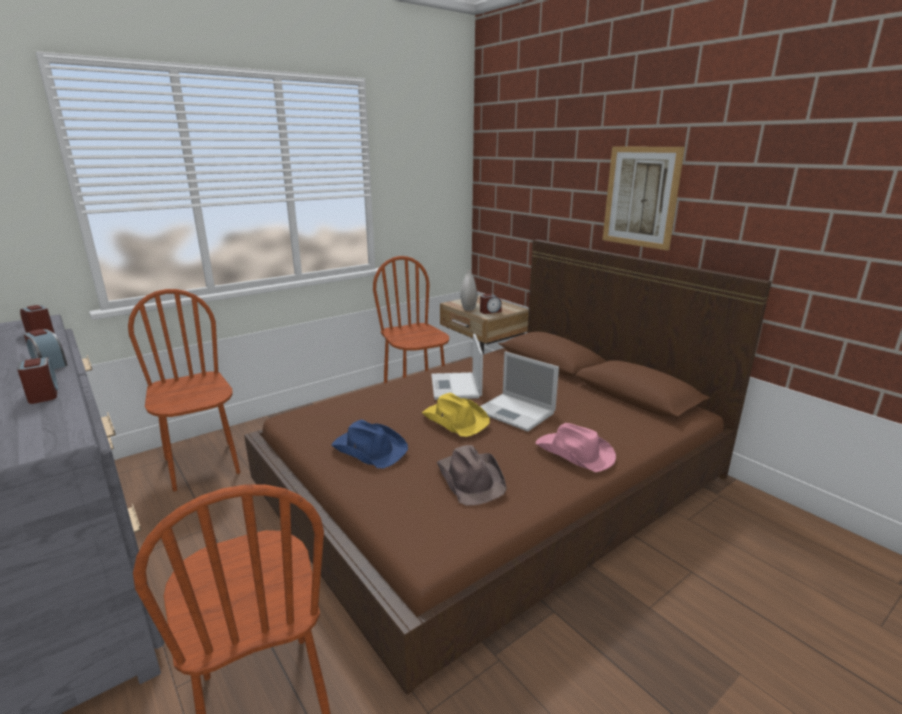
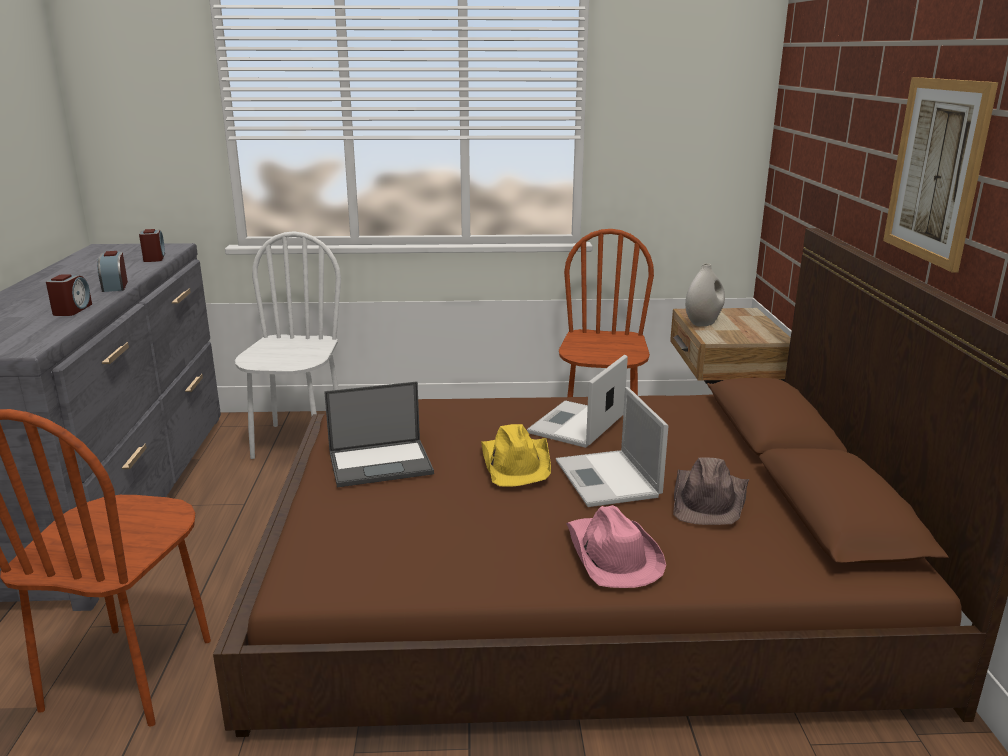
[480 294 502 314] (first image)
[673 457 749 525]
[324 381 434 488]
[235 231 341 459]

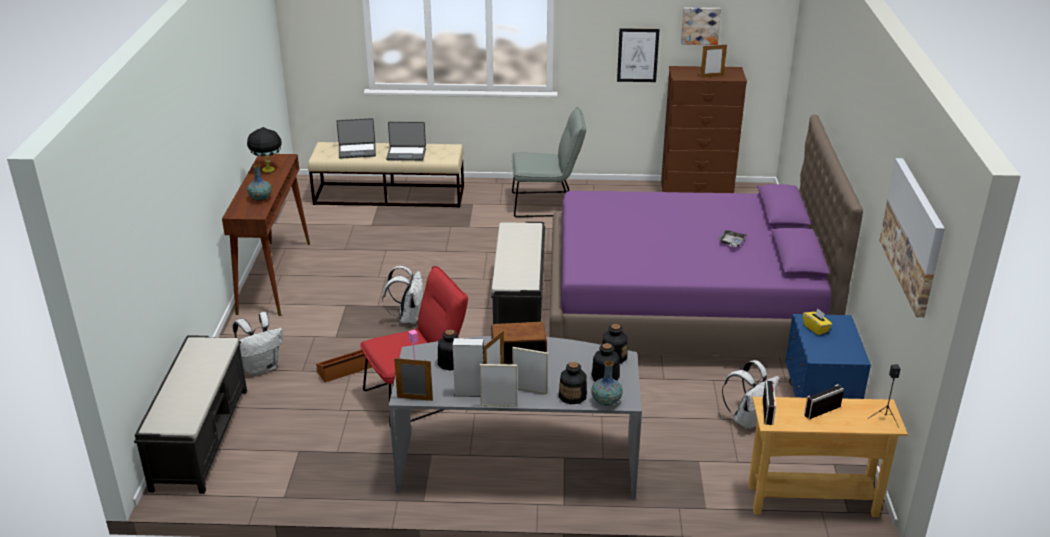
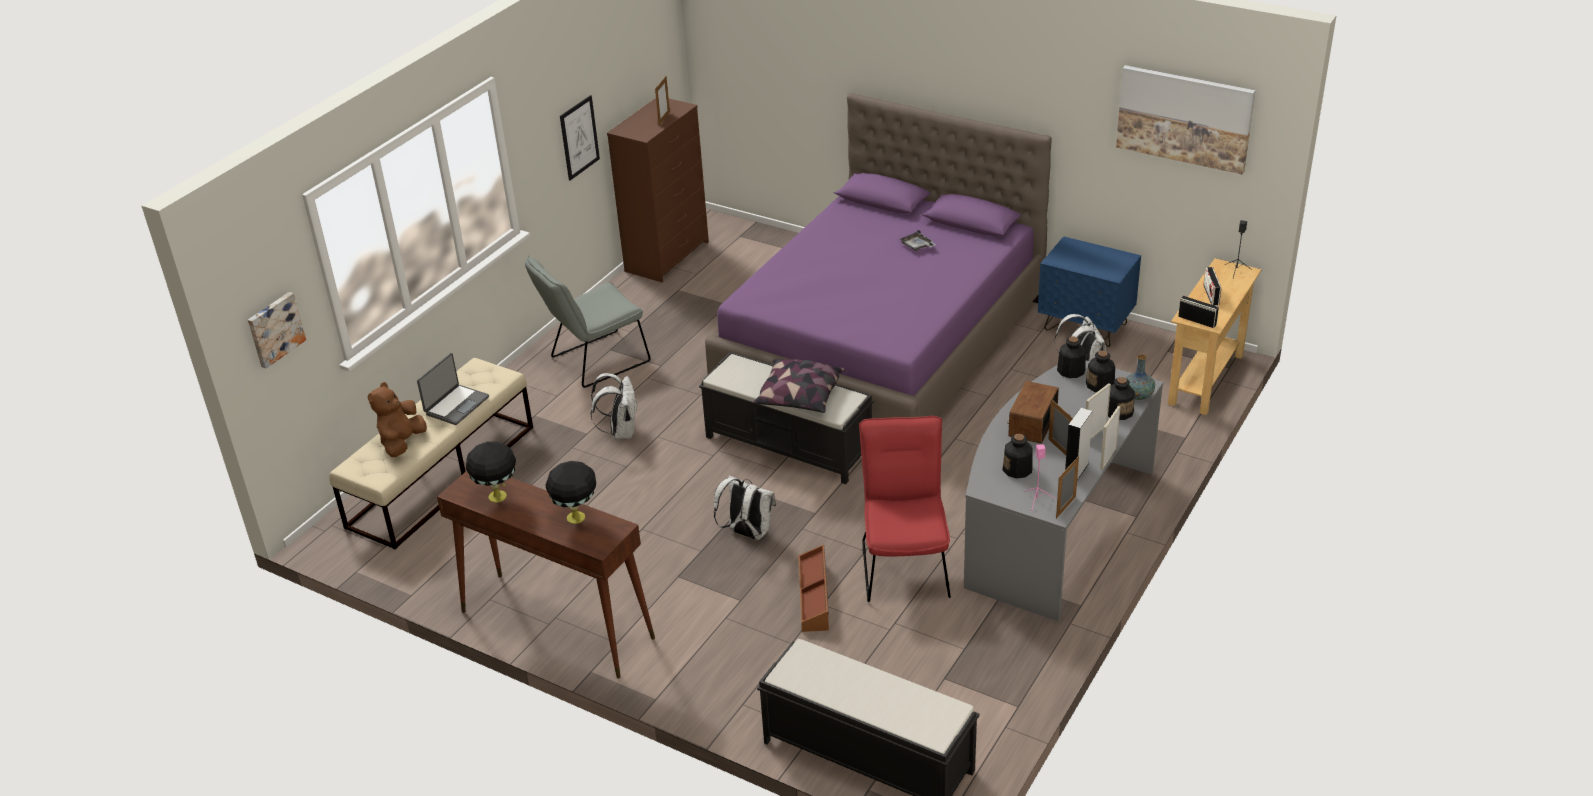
[803 308 832 335] (first image)
[753 359 845 413]
[590 373 638 440]
[248 292 306 369]
[546 461 596 524]
[368 382 427 457]
[525 256 651 388]

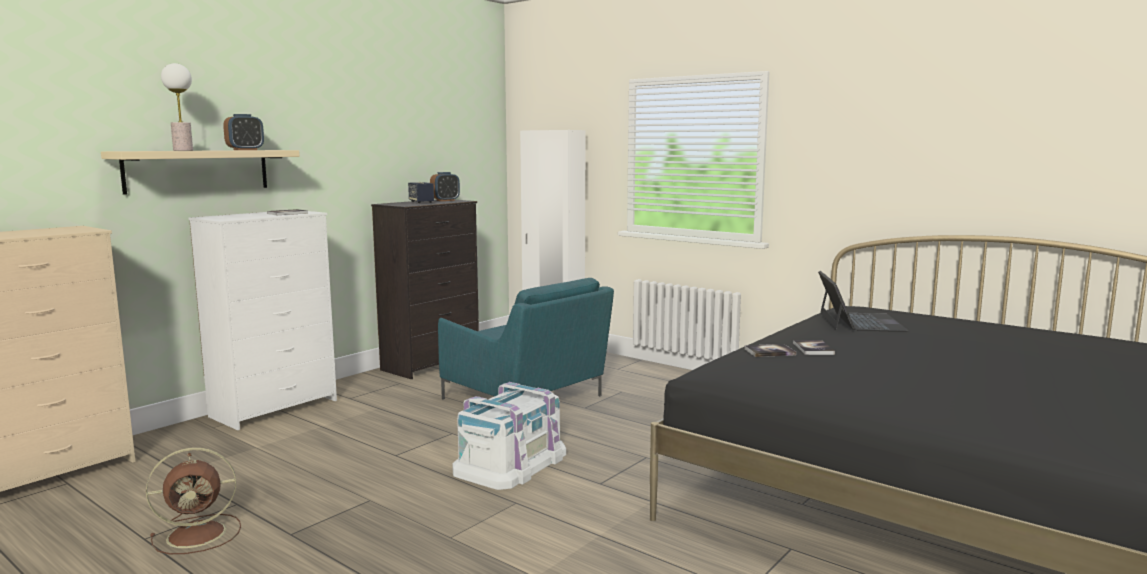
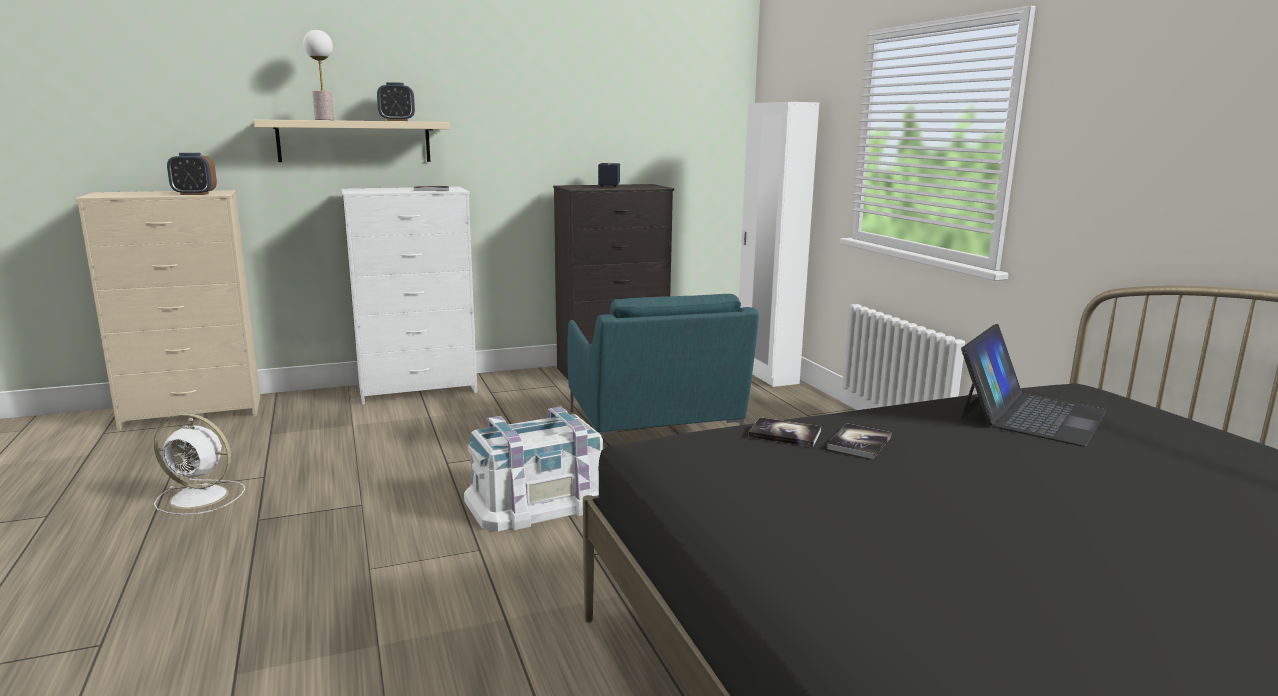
[167 153 217 195]
[154 413 245 515]

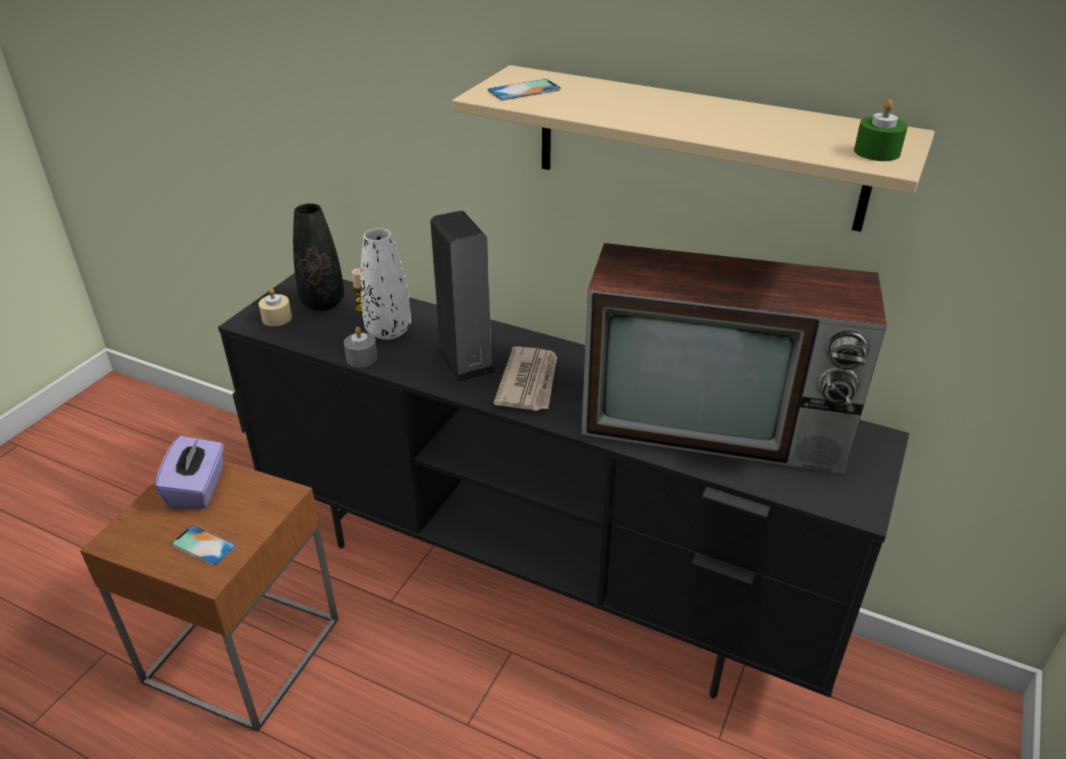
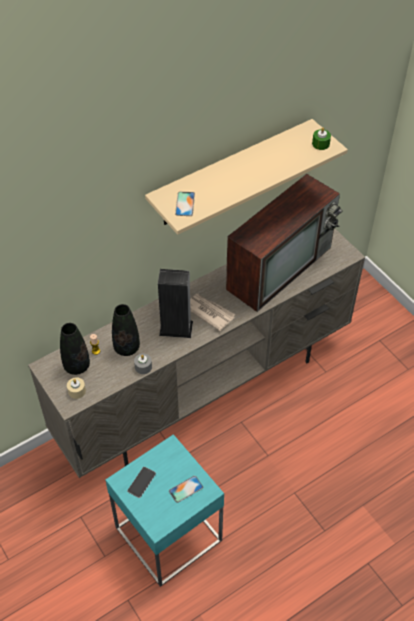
[127 467 156 498]
[106 434 224 587]
[28 229 365 478]
[112 304 140 356]

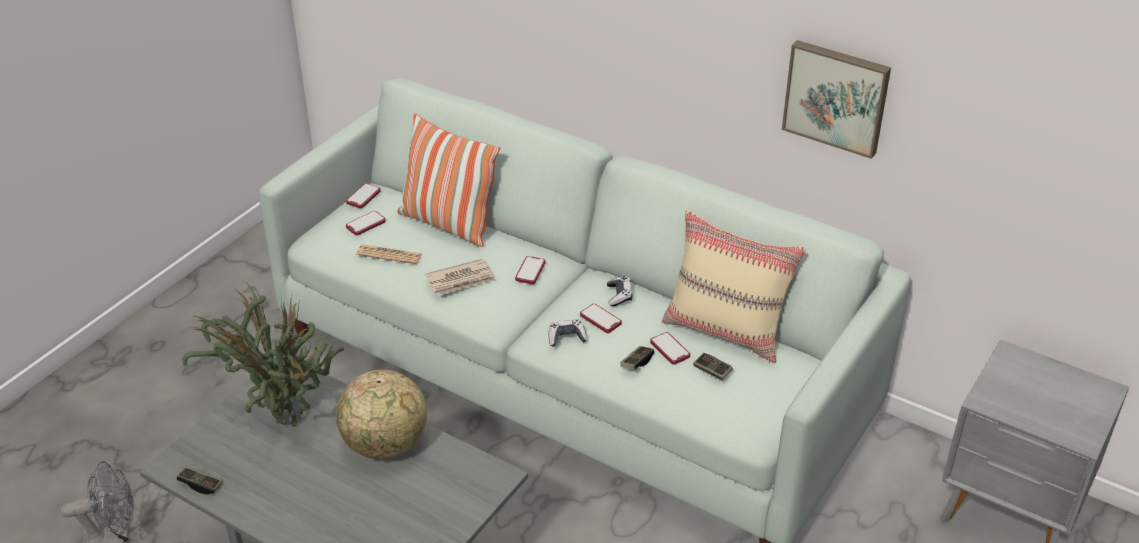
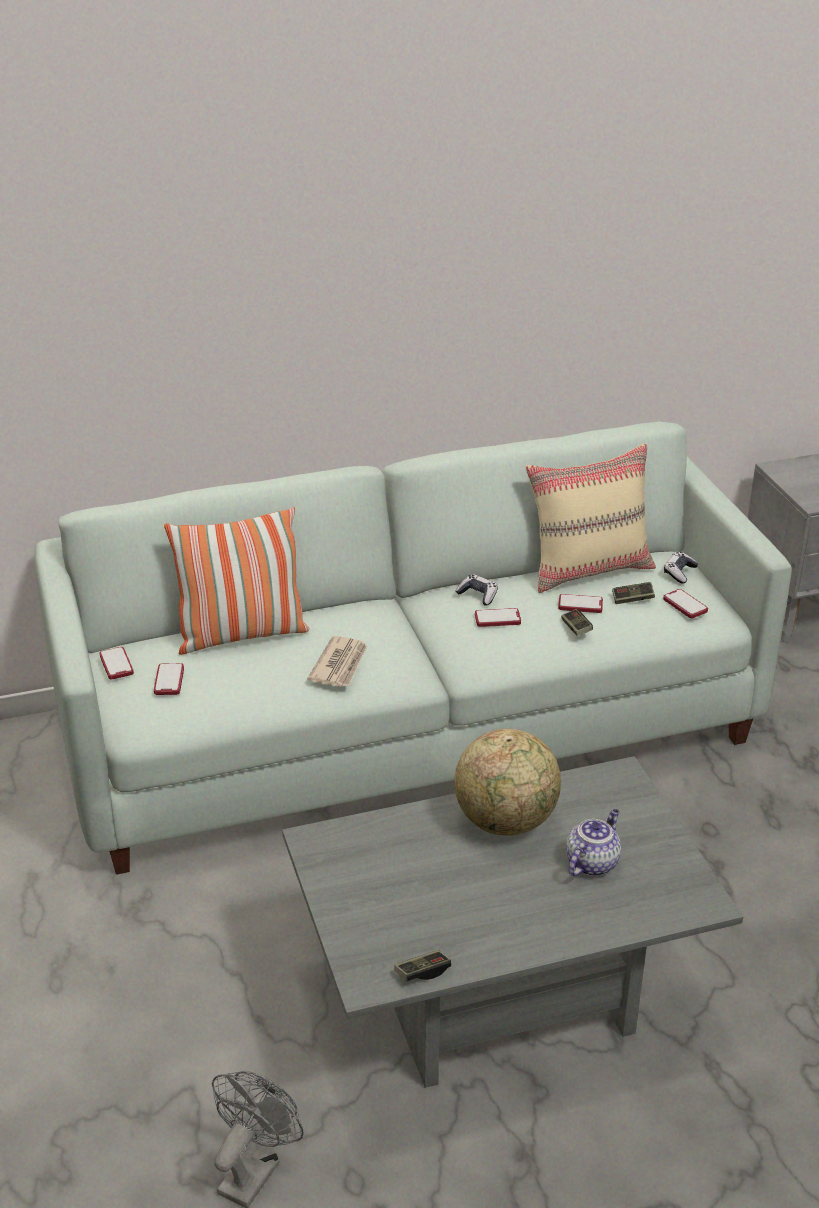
[182 281 344 427] (first image)
[356 244 422 264] (first image)
[782 40 891 159] (first image)
[566 809 621 876]
[663 589 708 618]
[664 552 698 583]

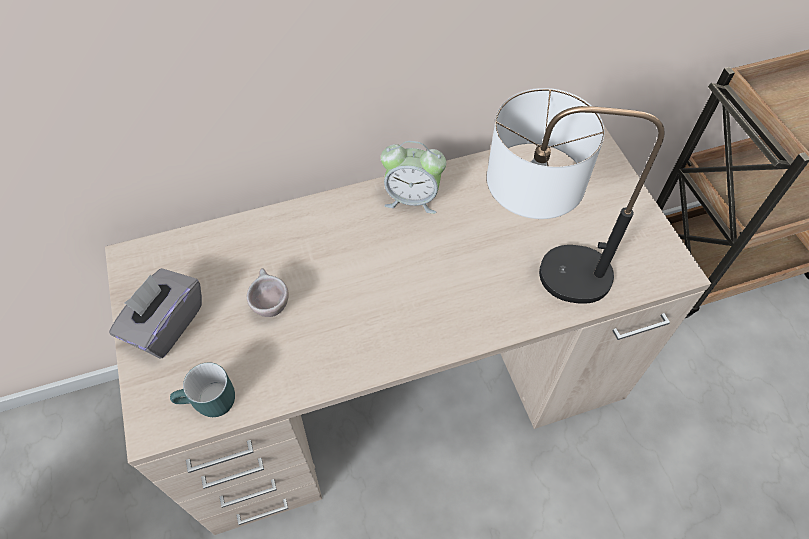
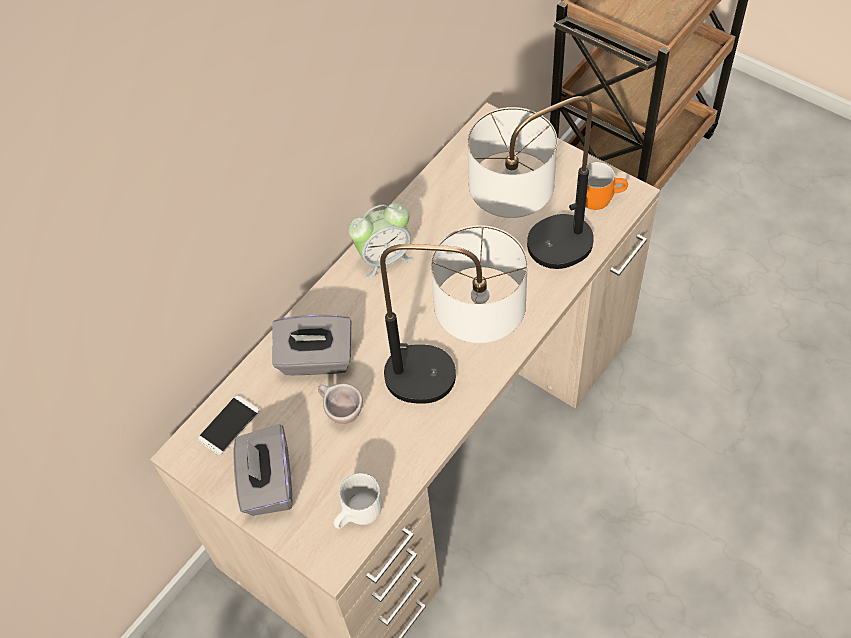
[198 395 259 455]
[272 315 351 376]
[380 225 528 404]
[585 162 628 210]
[334 473 382 529]

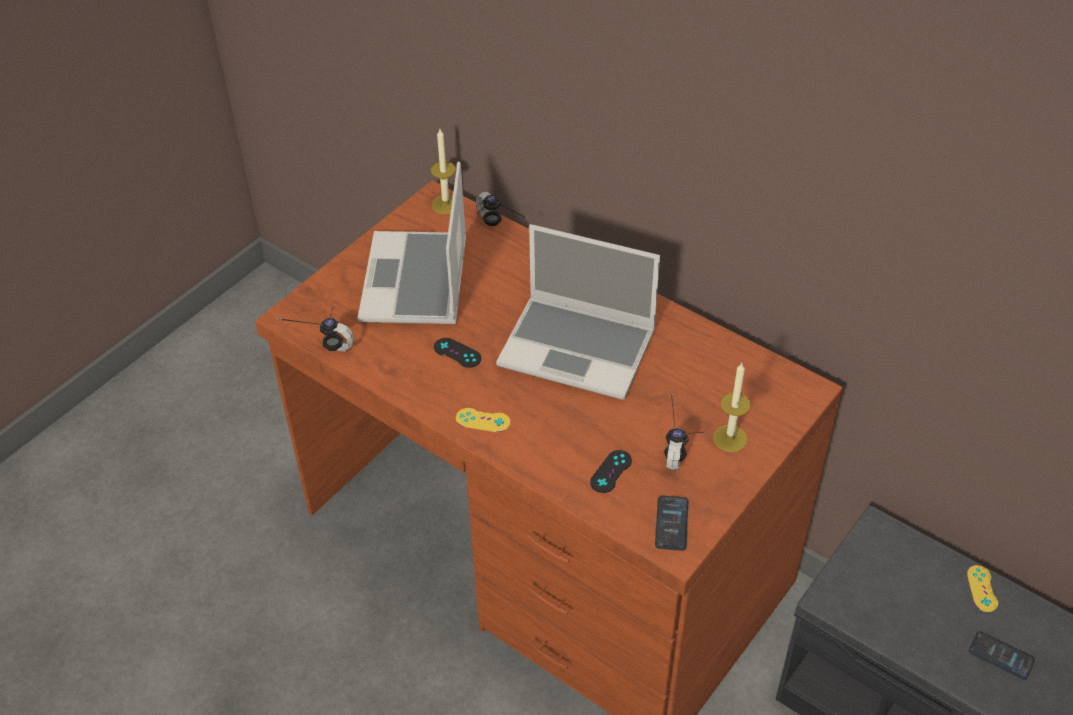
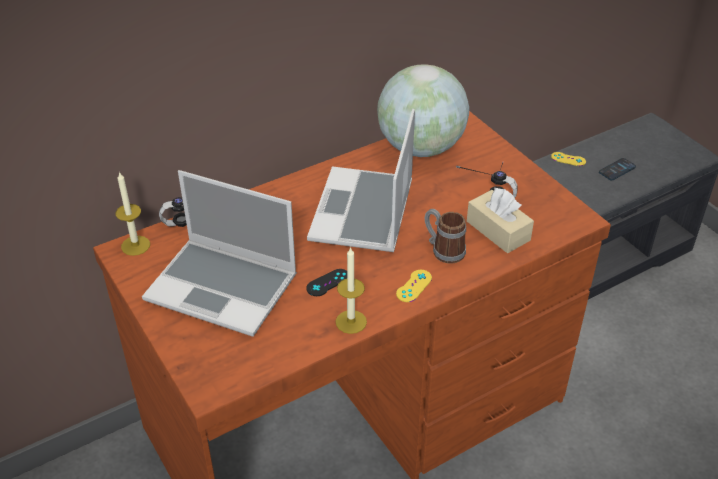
[277 304 354 352] (first image)
[655 495 688 551] (first image)
[377 64 469 157]
[425 209 466 264]
[336 247 367 334]
[467 188 534 253]
[307 109 415 252]

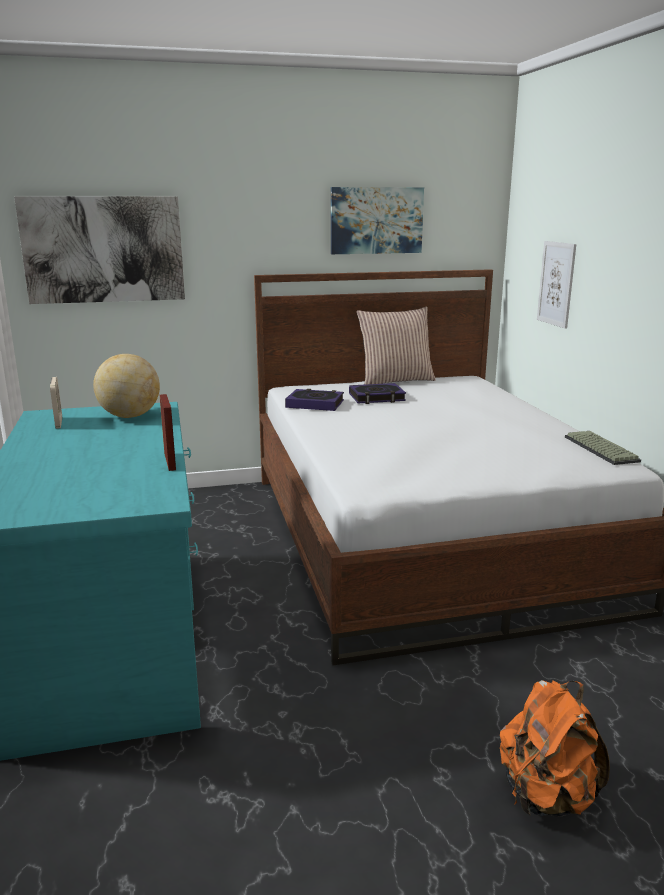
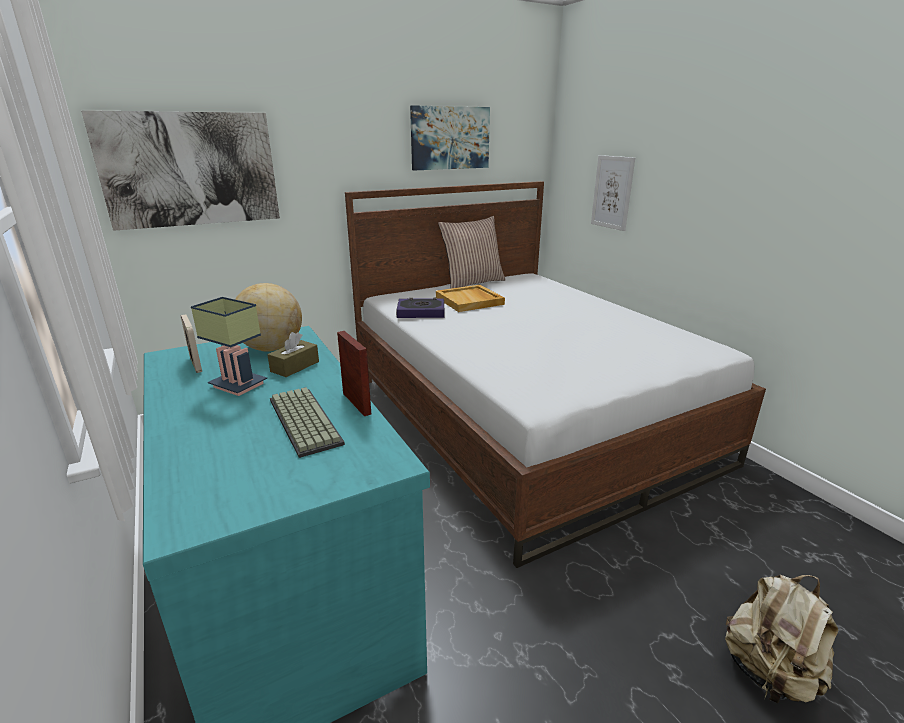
[191 297 267 396]
[267 332 319 377]
[270 387 345 458]
[436 285 505 312]
[725 574 838 704]

